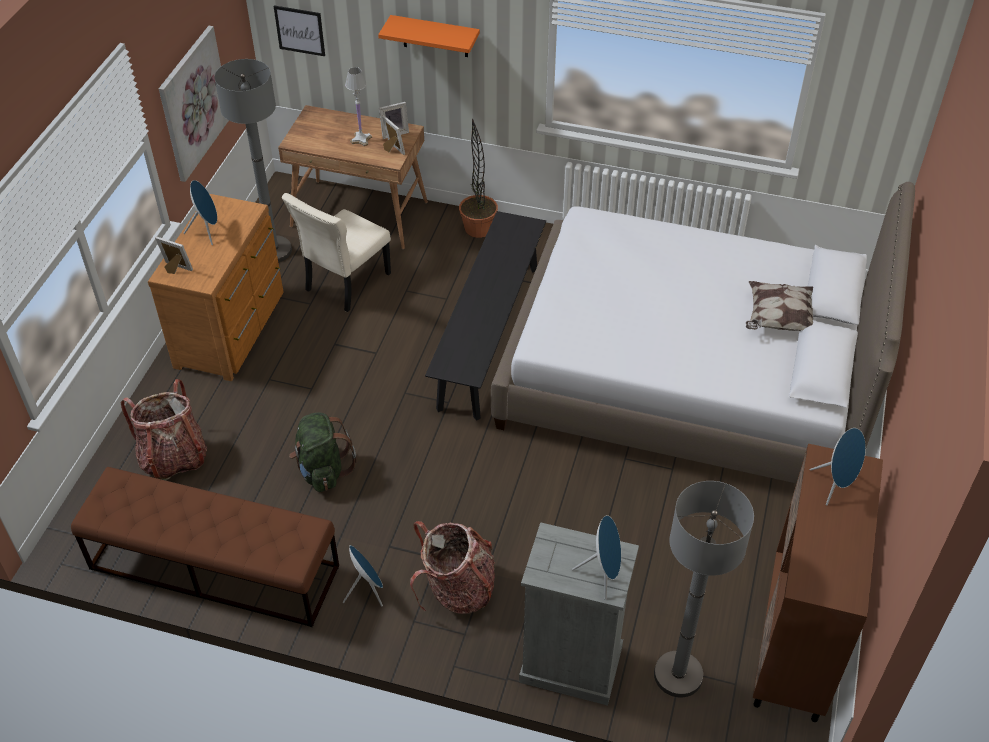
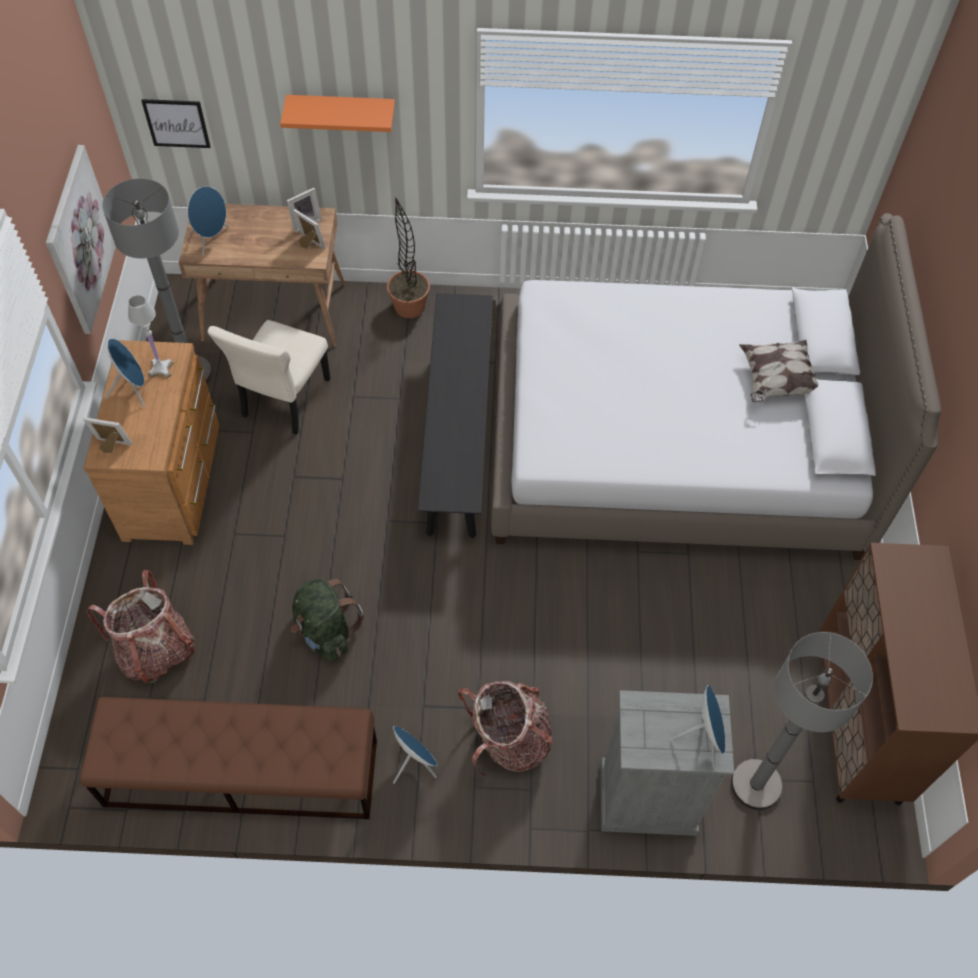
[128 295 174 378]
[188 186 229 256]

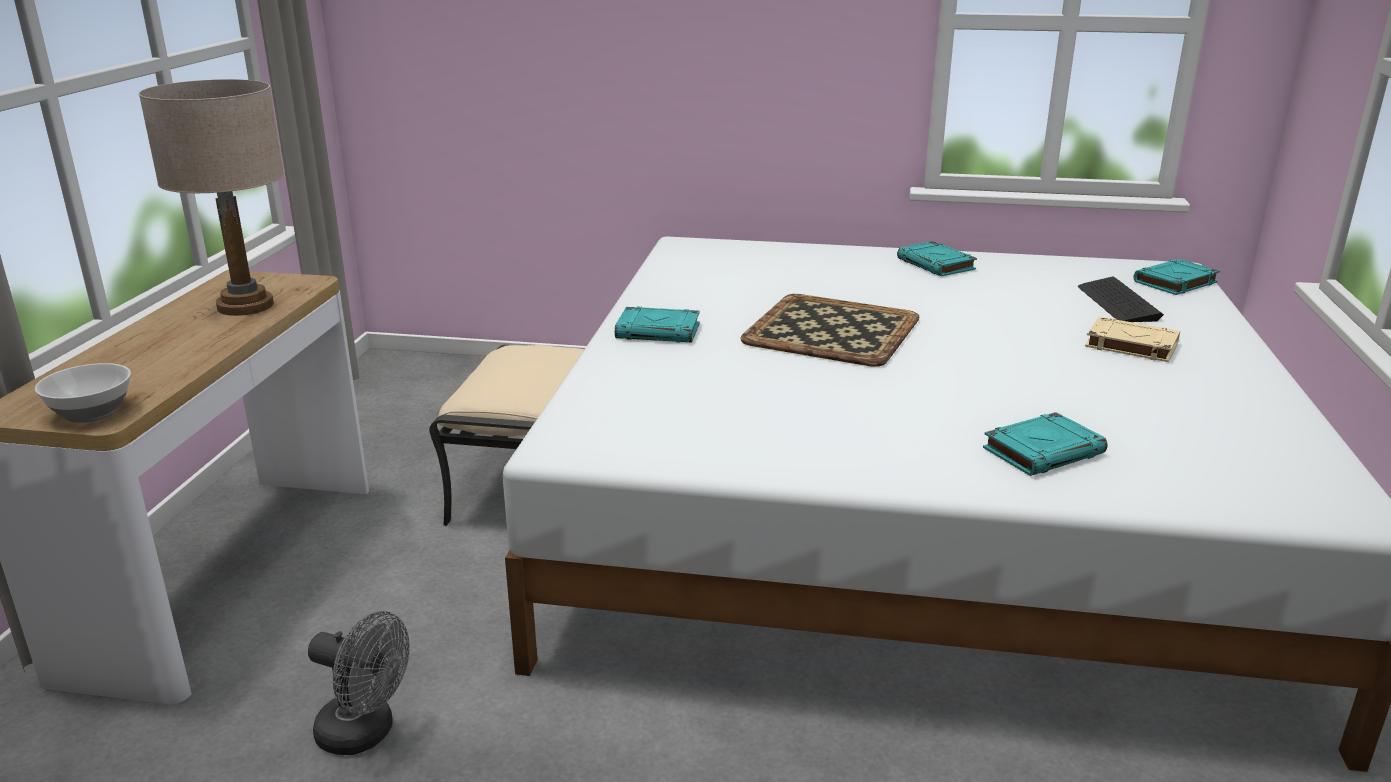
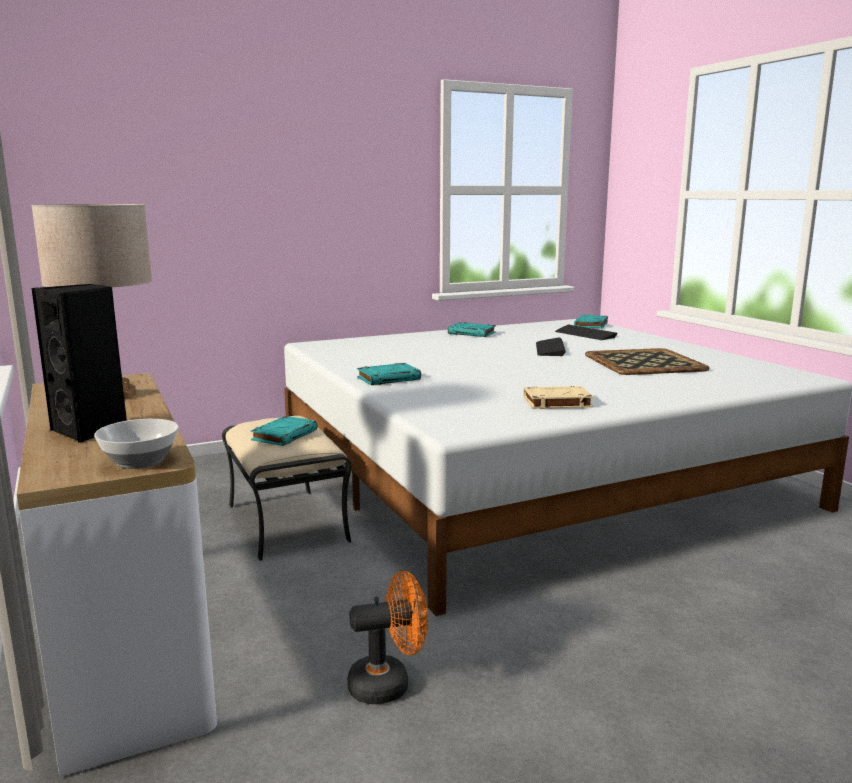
[32 284 127 443]
[536 337 566 356]
[585 348 710 375]
[251 416 318 446]
[523 386 593 409]
[347 571 428 704]

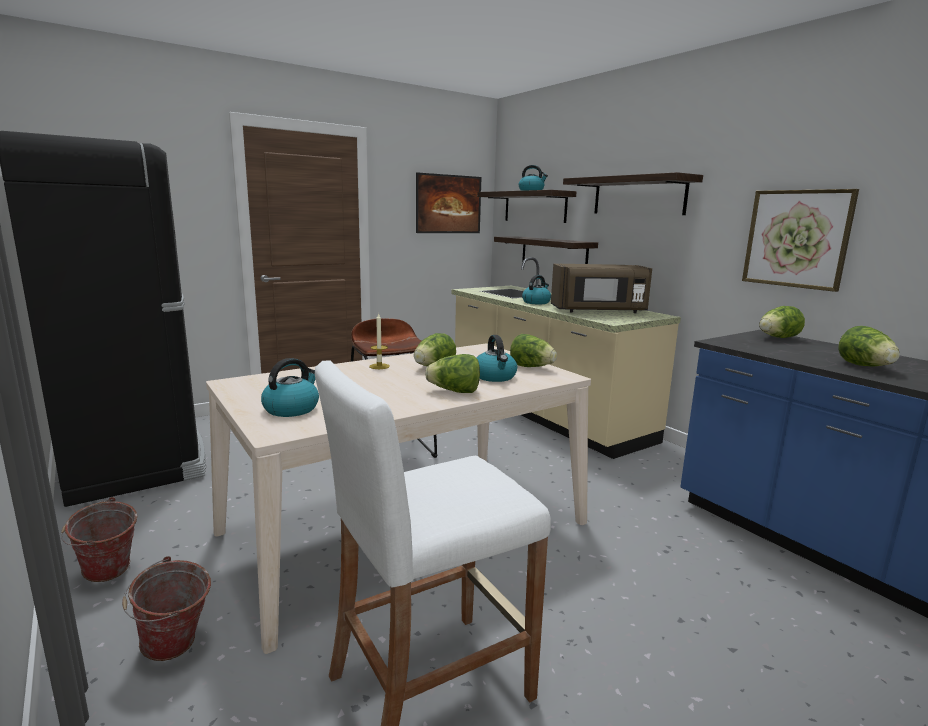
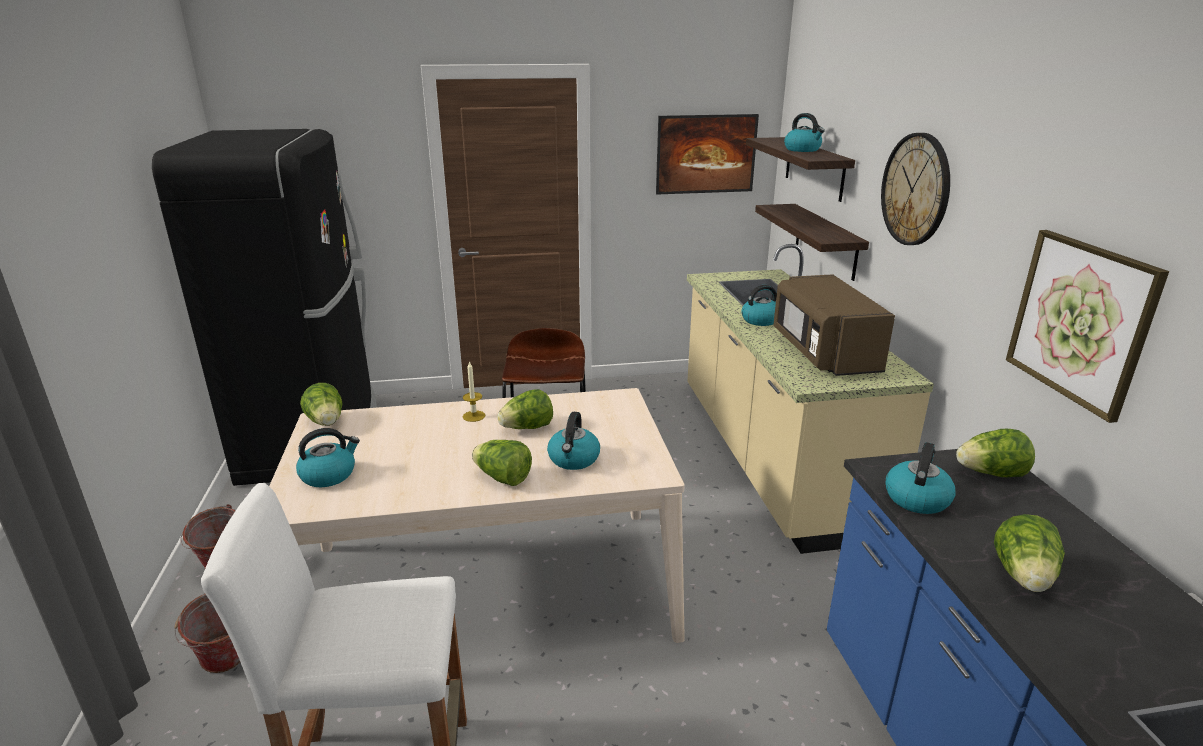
[885 442 956 514]
[300 383 343 426]
[881 133 950 245]
[773 274 895 376]

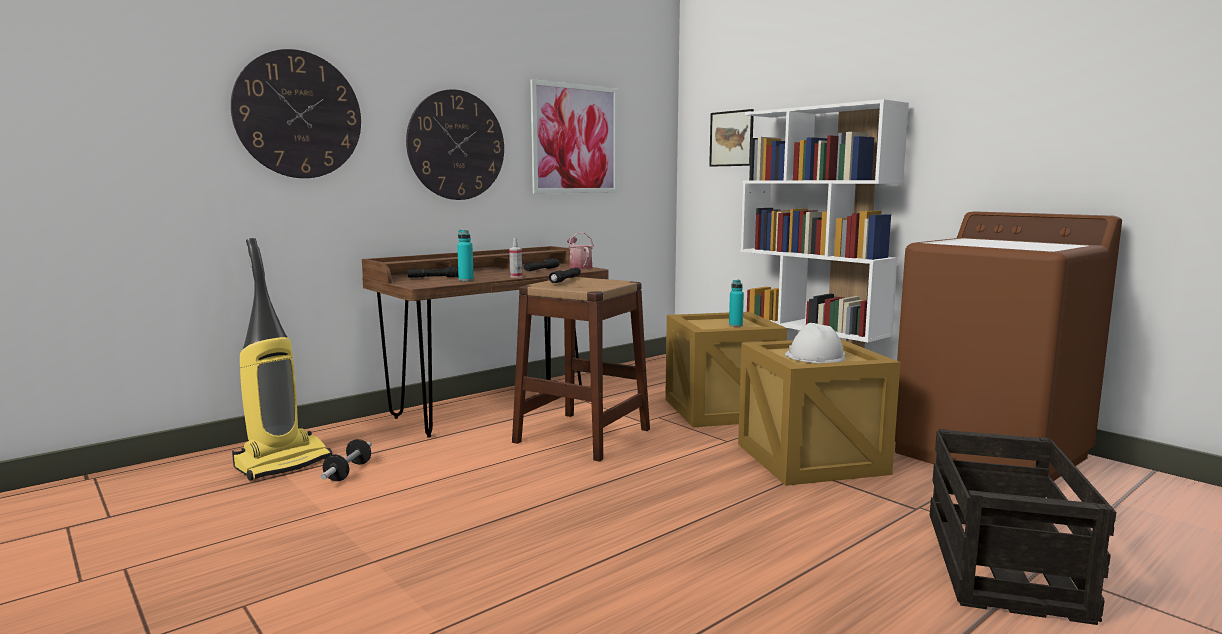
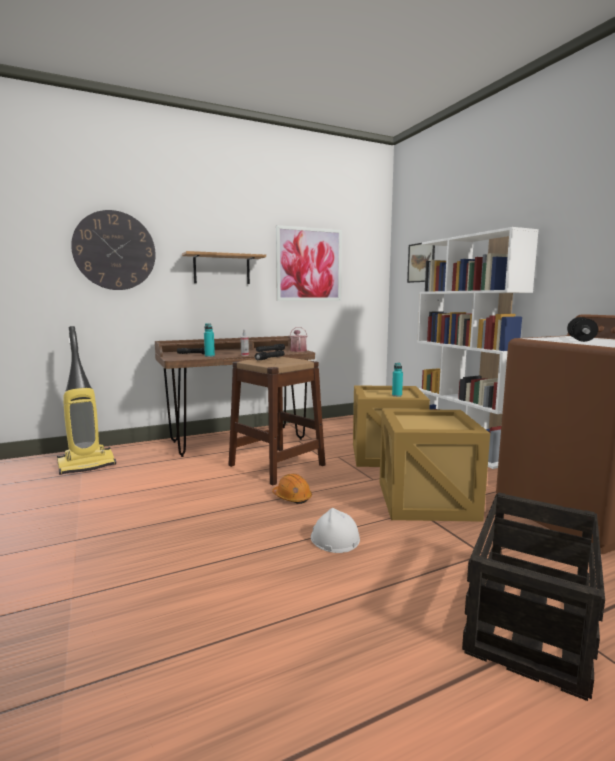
[272 474 312 504]
[567 317 598 342]
[311 508 360 553]
[182 251 266 284]

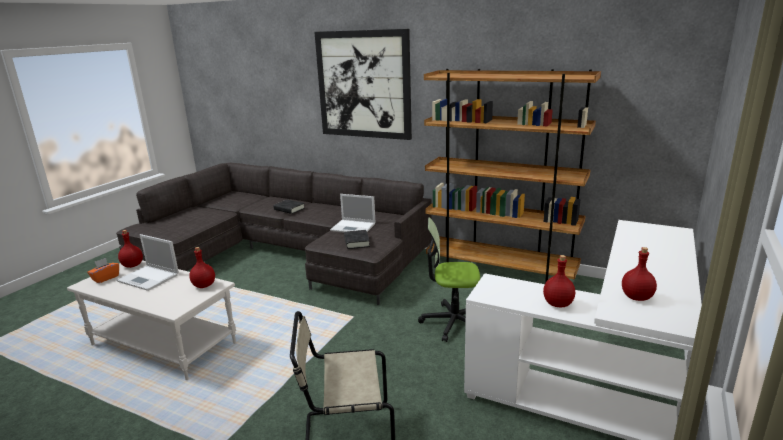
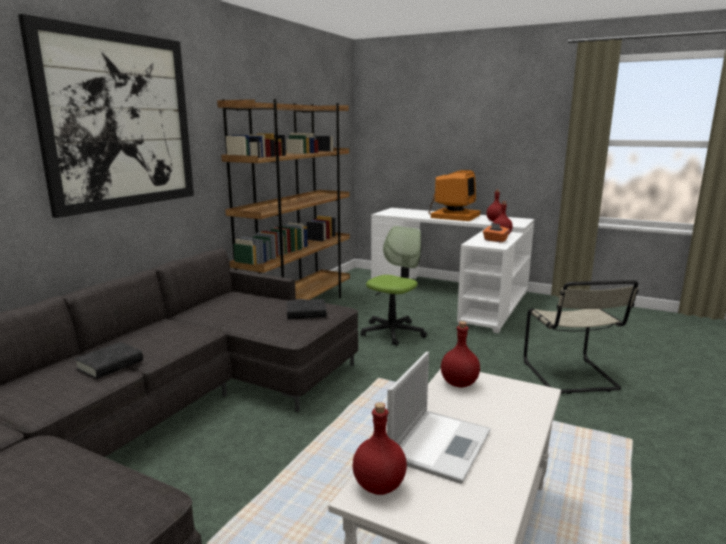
[330 194 375 232] (first image)
[429 170 480 221]
[483 223 510 242]
[361 226 427 346]

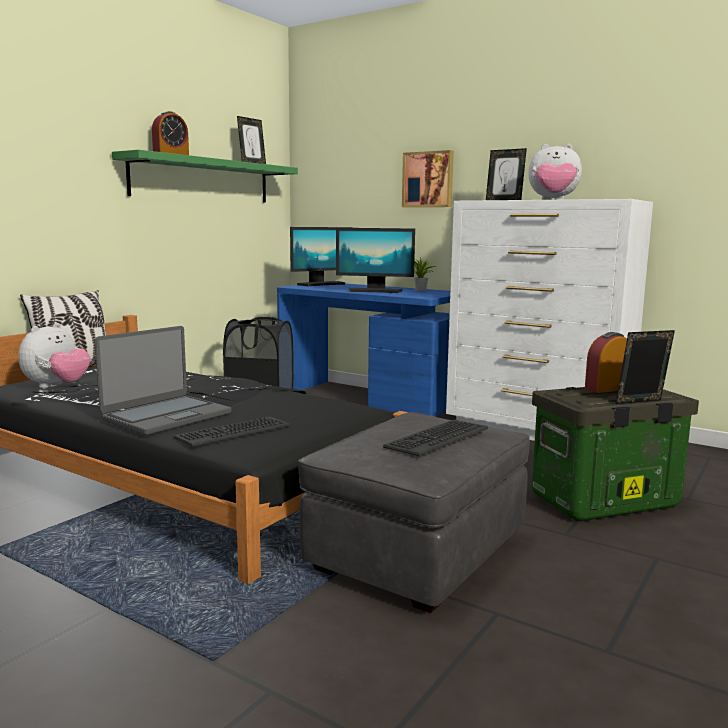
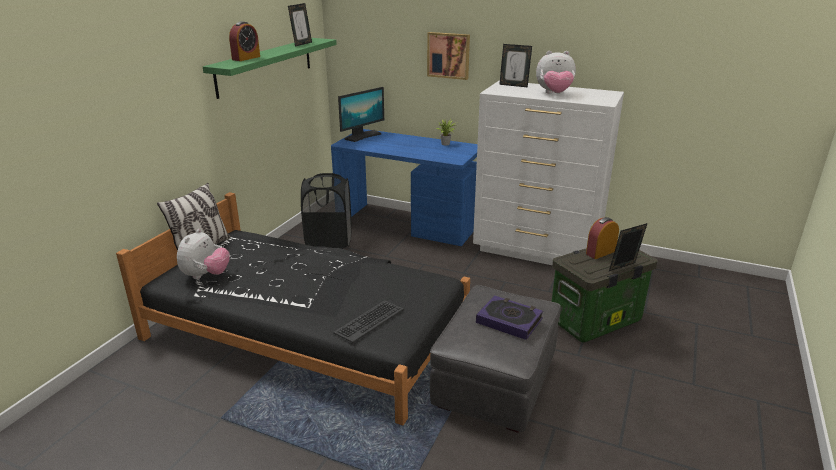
[95 326 232 435] (first image)
[336 228 415 293] (first image)
[476 295 543 340]

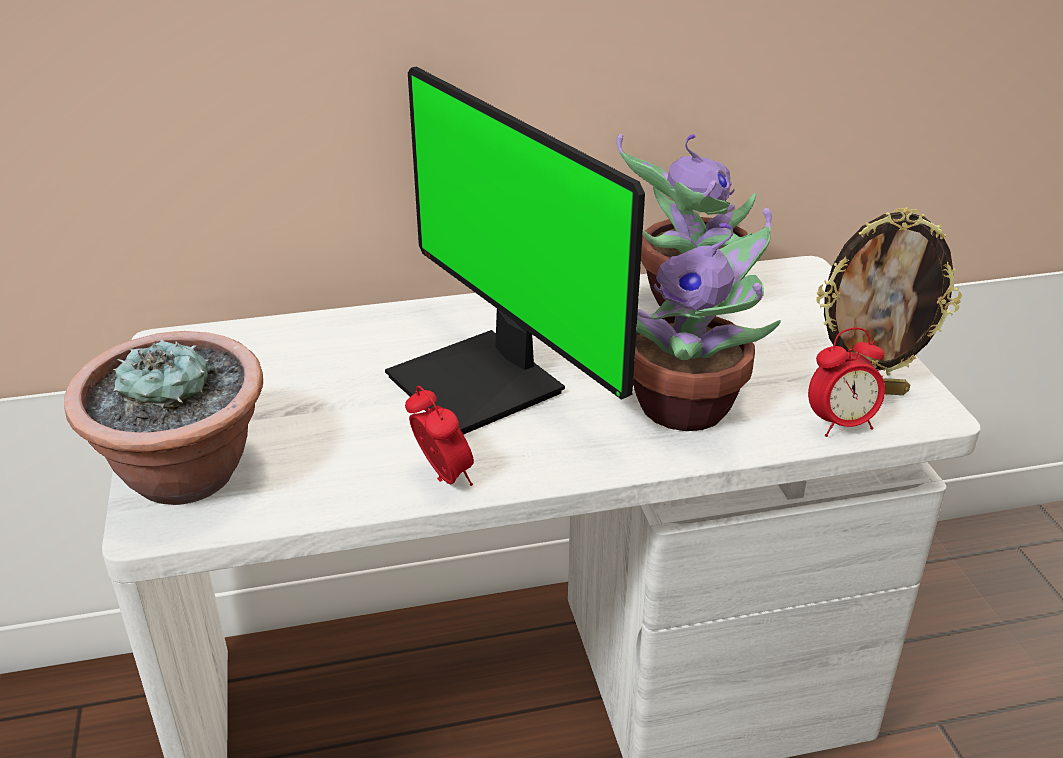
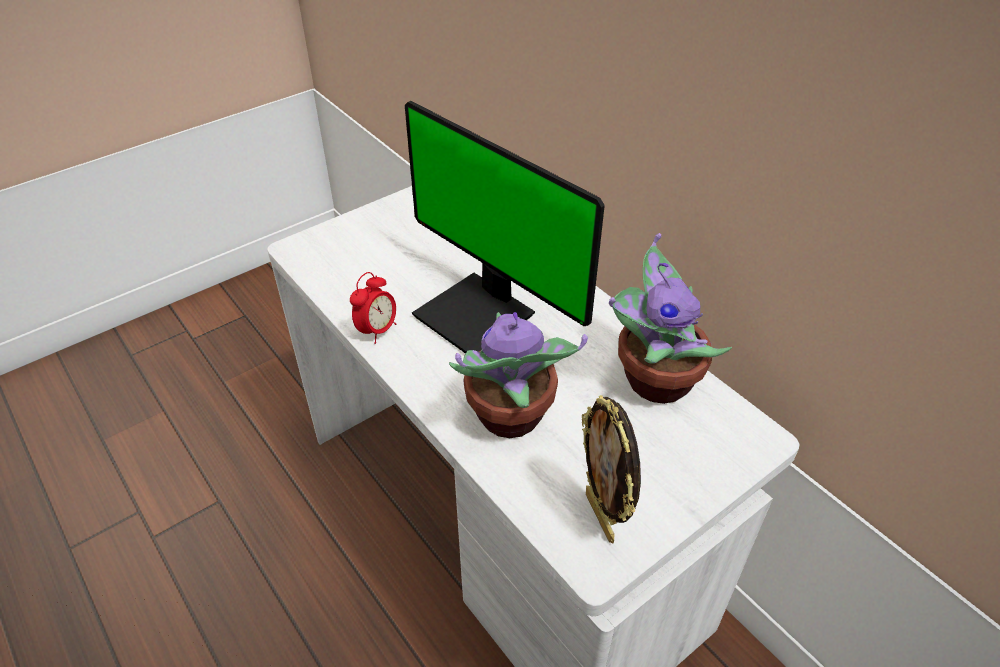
[64 331 263 505] (first image)
[808 328 885 437] (first image)
[405 101 605 354]

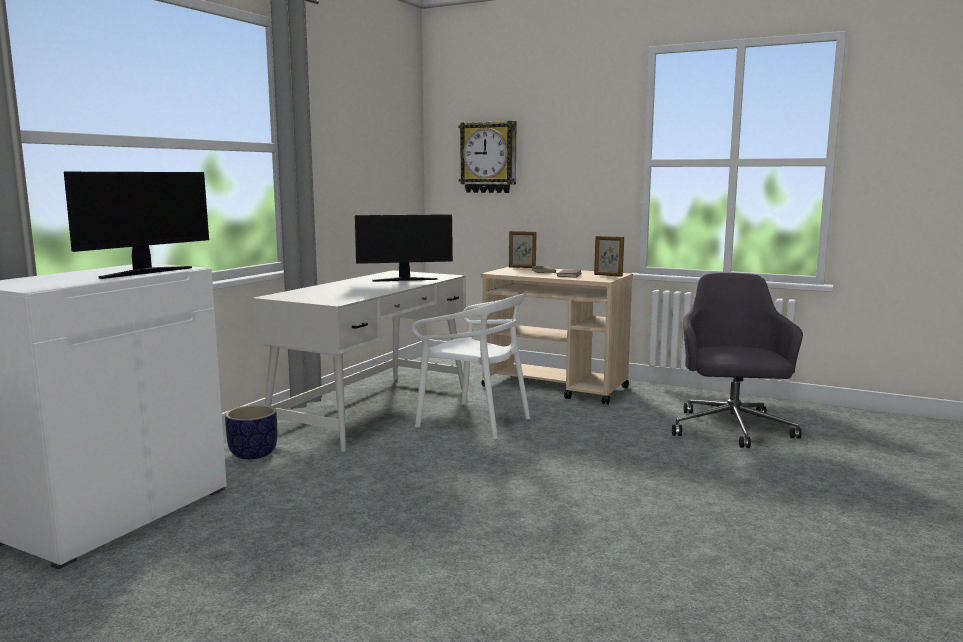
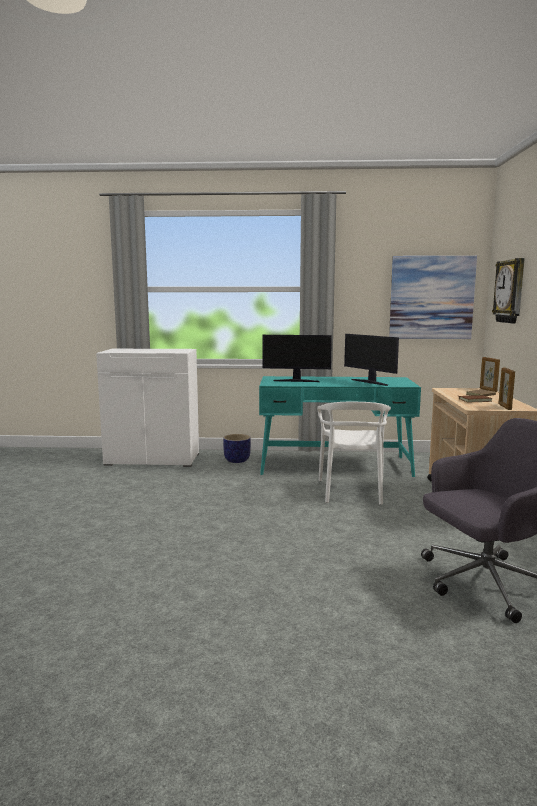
[389 256 477 339]
[262 335 332 382]
[259 376 421 477]

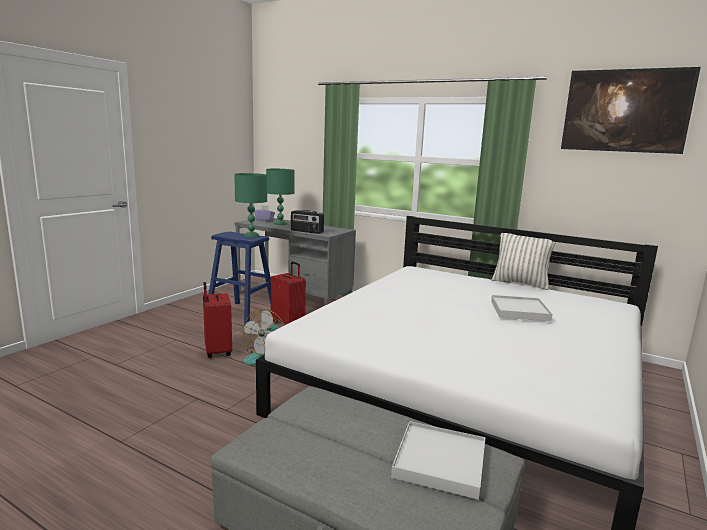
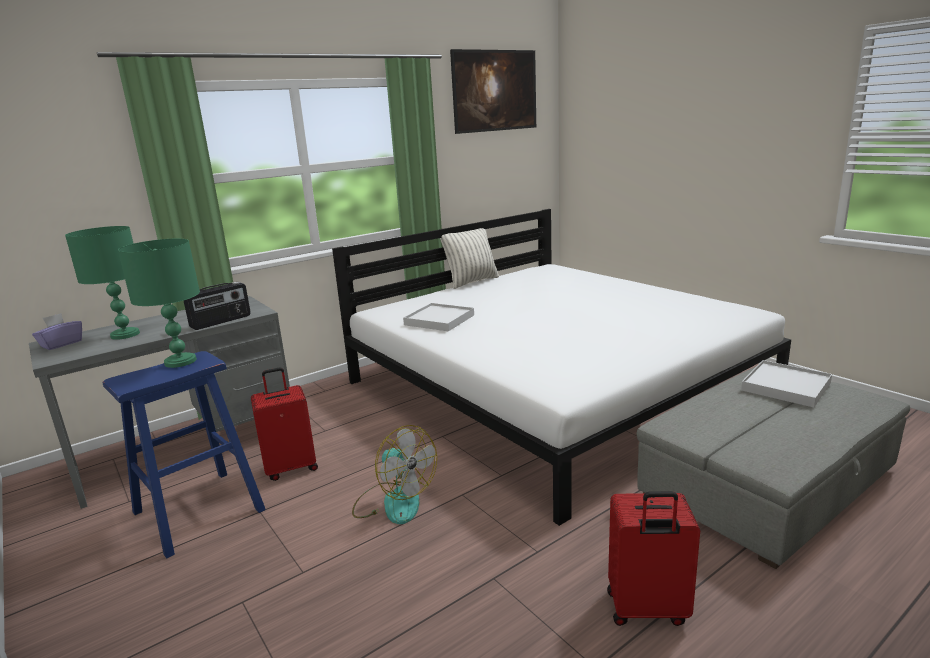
[607 491 700 626]
[403 303 474 331]

